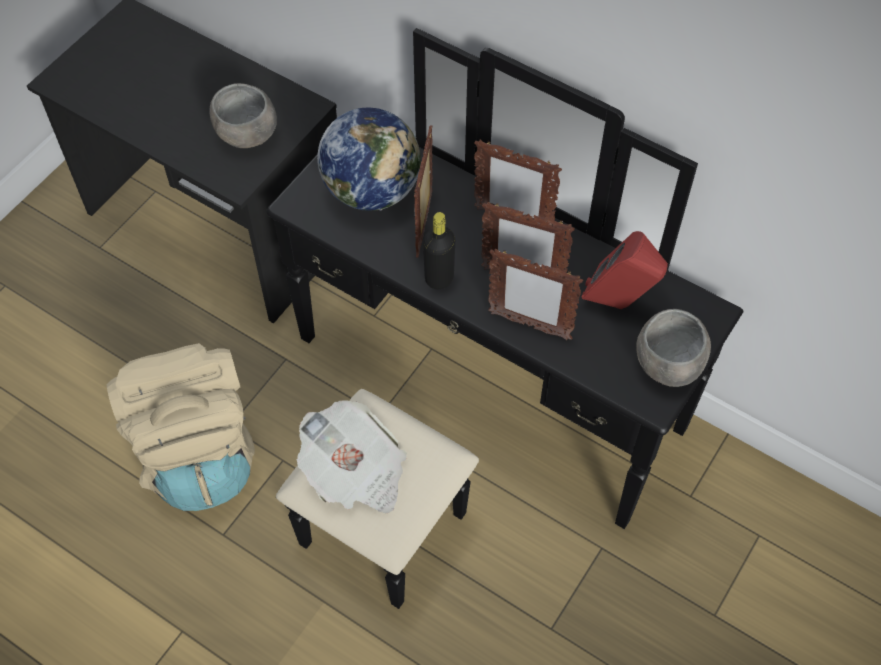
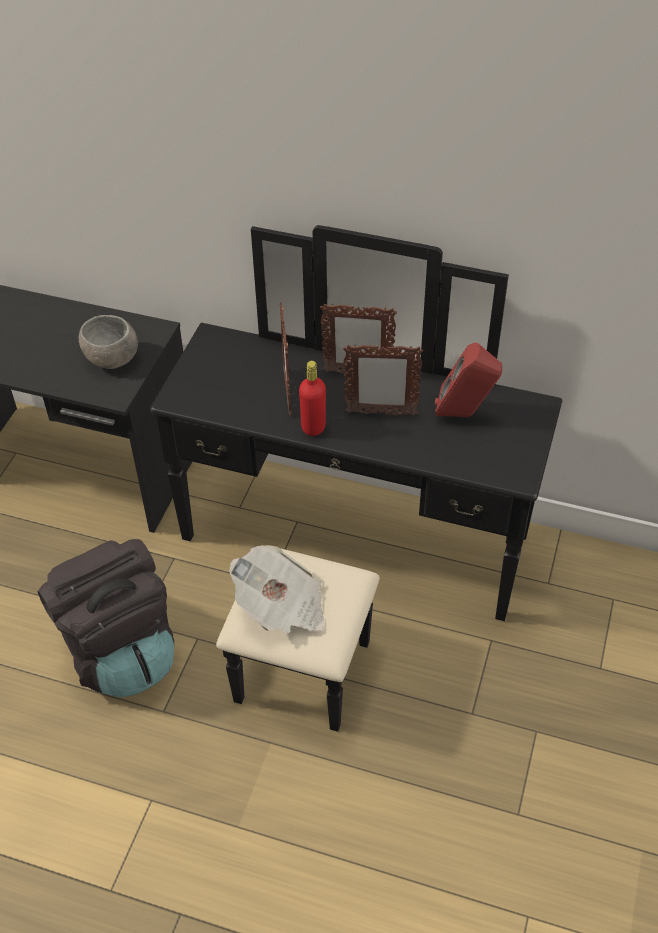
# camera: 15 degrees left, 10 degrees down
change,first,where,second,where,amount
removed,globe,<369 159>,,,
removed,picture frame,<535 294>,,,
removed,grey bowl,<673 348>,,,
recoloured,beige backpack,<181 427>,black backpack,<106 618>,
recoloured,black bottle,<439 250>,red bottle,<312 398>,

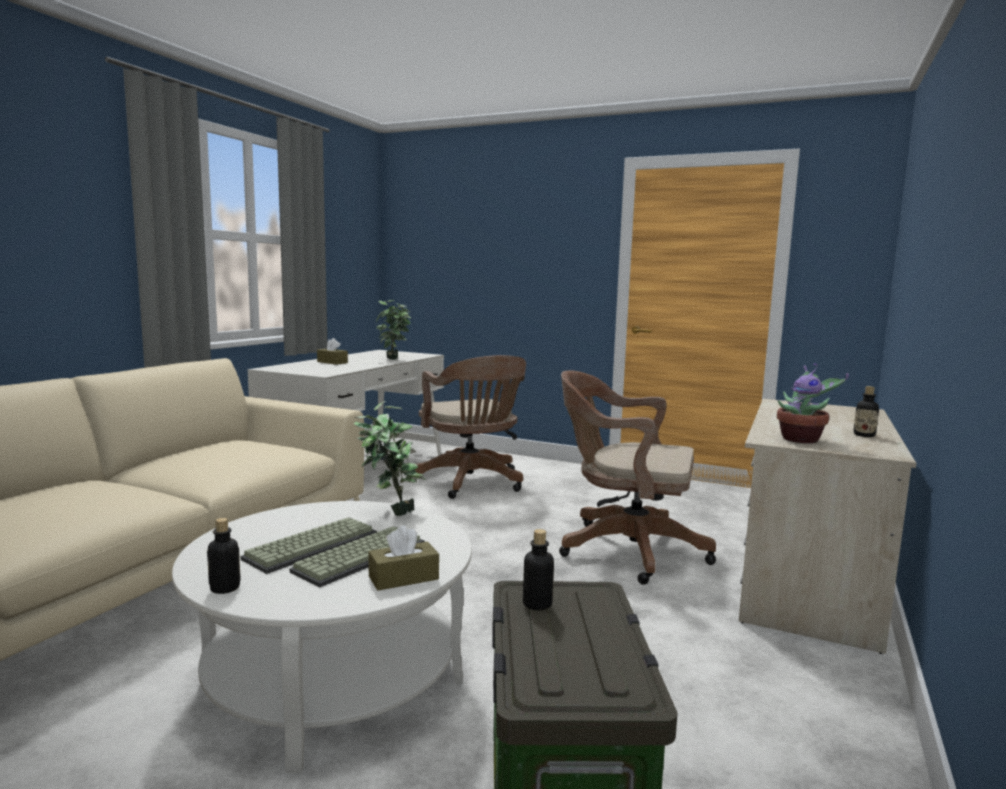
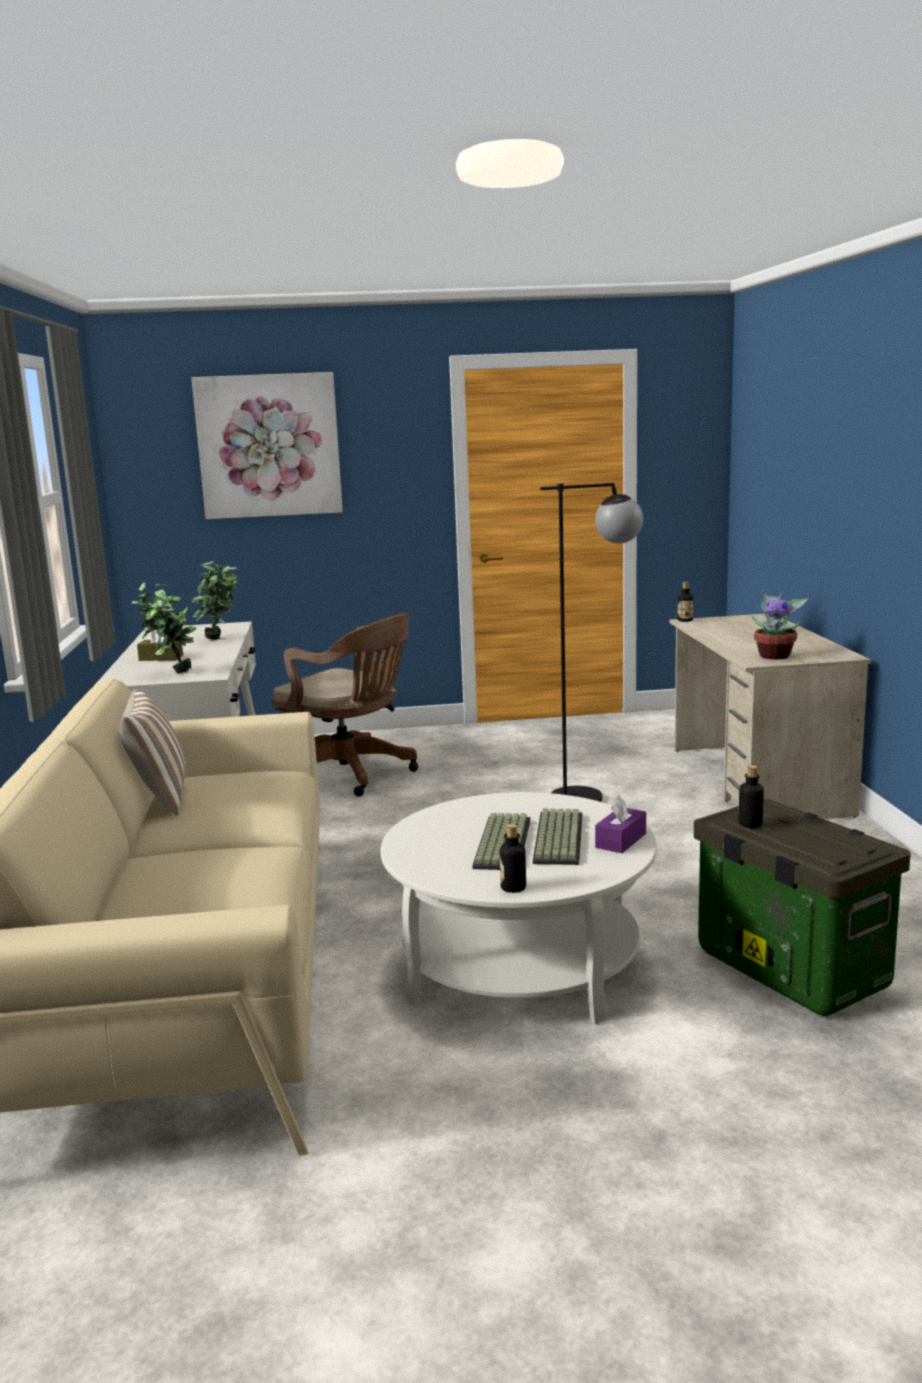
# camera: 30 degrees left, 5 degrees up
change,first,where,second,where,amount
added,,,pillow,<152 752>,
added,,,picture,<267 445>,
moved,potted plant,<389 458>,,<164 628>,
moved,bottle,<866 411>,,<685 602>,
replaced,brown office chair,<637 477>,black floor lamp,<591 642>,
recoloured,brown tissue box,<403 558>,purple tissue box,<620 824>,

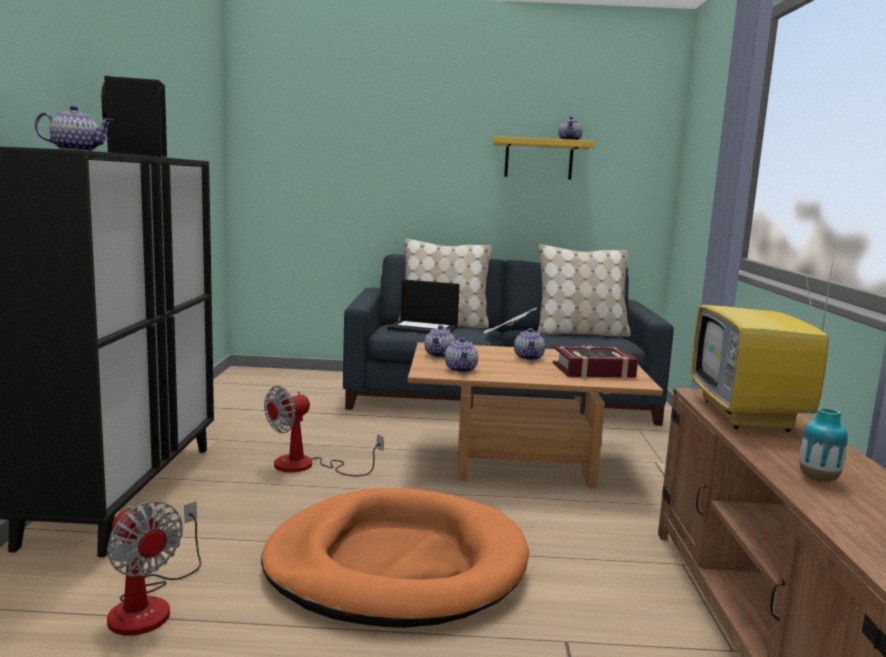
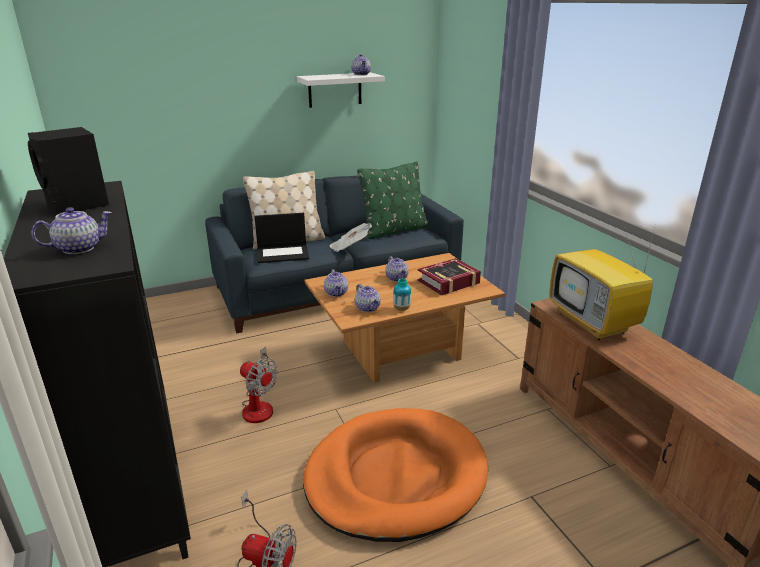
# camera: 25 degrees left, 15 degrees up
change,first,where,second,where,amount
moved,vase,<824 445>,,<402 294>,
recoloured,yellow shelf,<544 158>,white shelf,<341 90>,
recoloured,beige pillow,<584 290>,green pillow,<393 200>,
turned,fan,<324 430>,,<259 385>,75 degrees counterclockwise

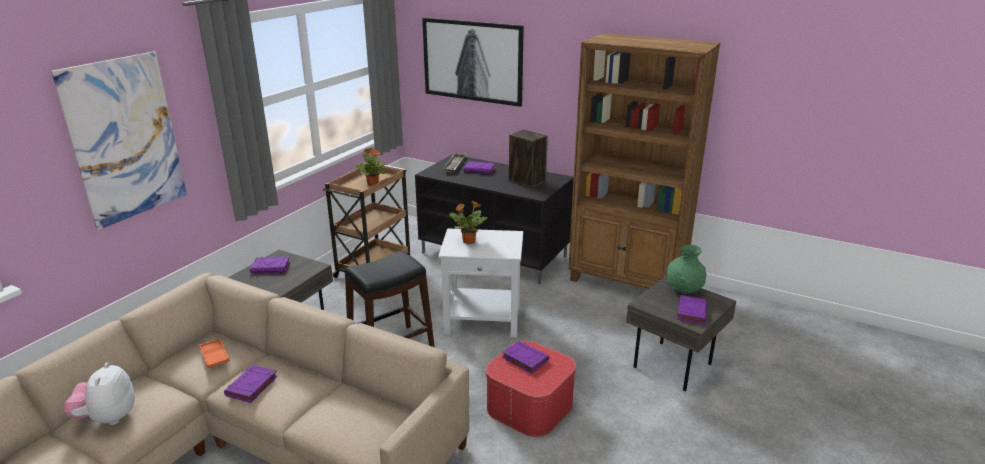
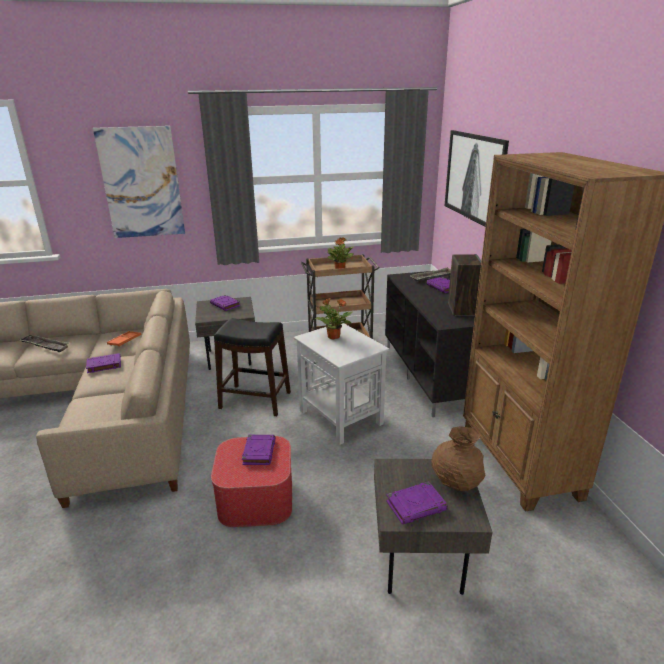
# camera: 50 degrees right, 0 degrees up
change,first,where,second,where,amount
replaced,plush toy,<99 393>,tray,<44 343>,
recoloured,green vase,<687 269>,brown vase,<458 458>,

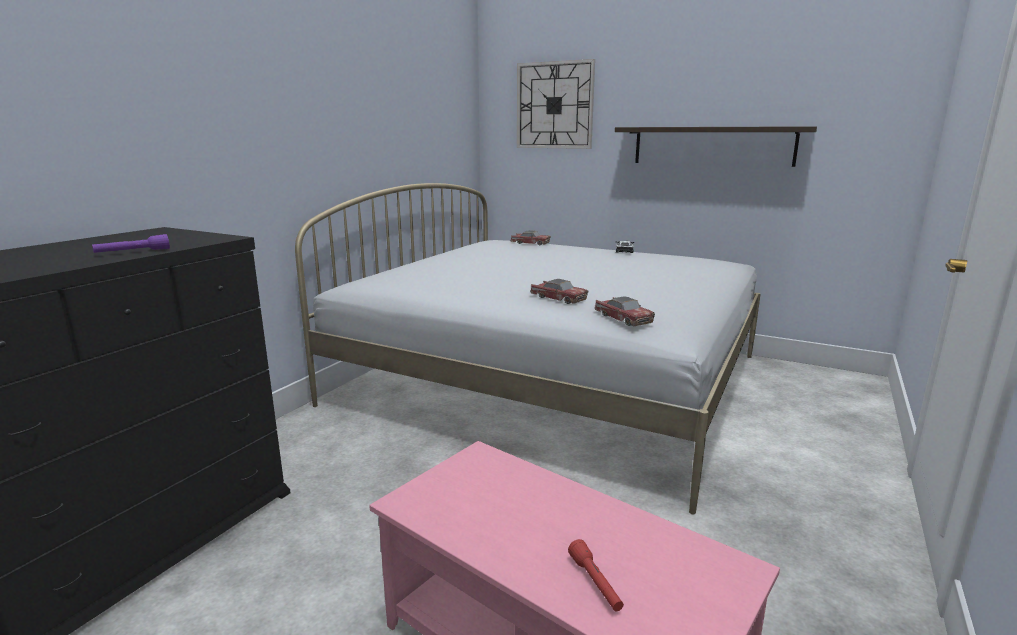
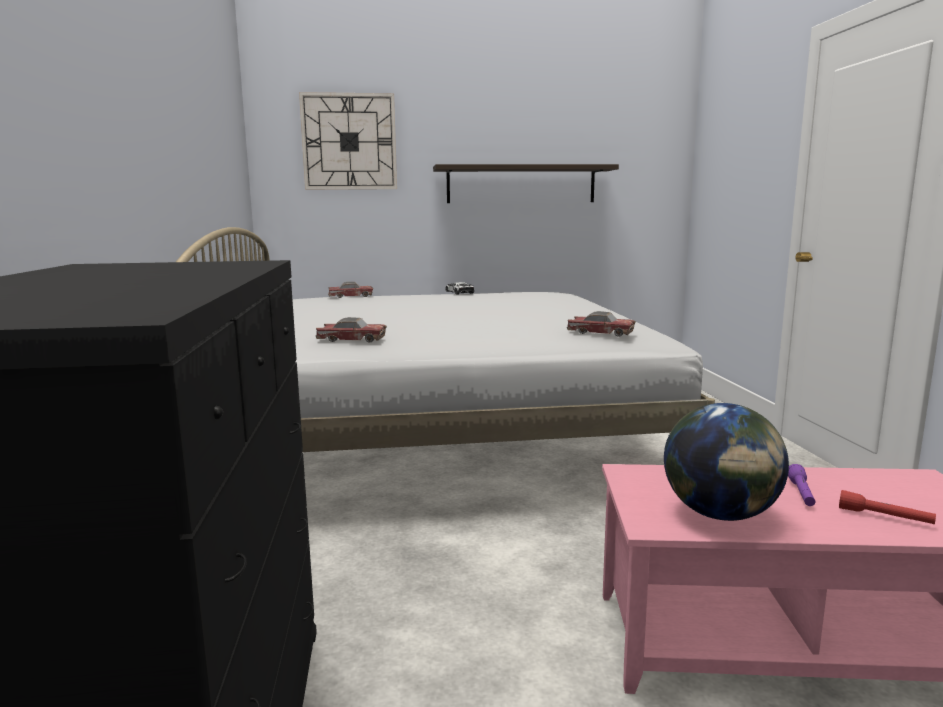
# camera: 35 degrees left, 5 degrees down
change,first,where,second,where,amount
added,,,globe,<726 462>,
moved,purple flashlight,<131 243>,,<801 485>,
moved,toy car,<559 291>,,<351 330>,

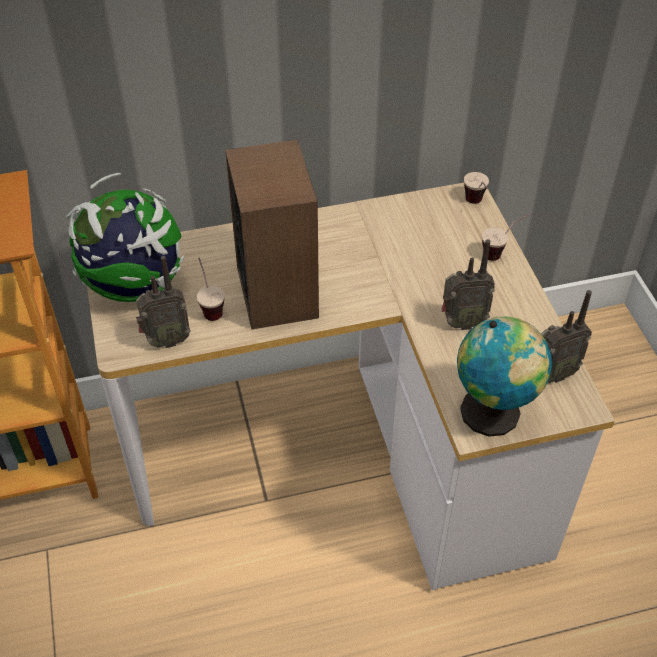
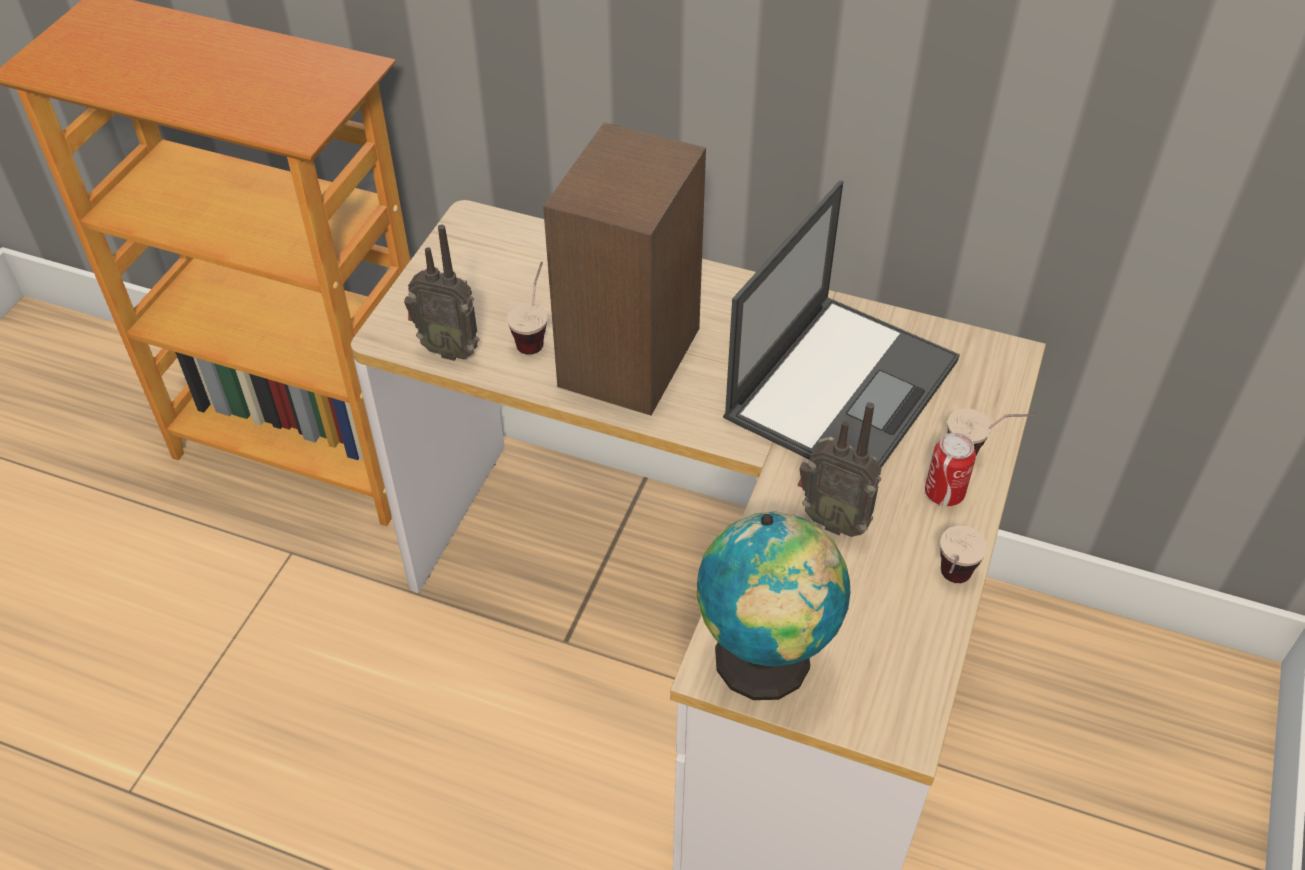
# camera: 35 degrees right, 0 degrees up
change,first,where,second,where,amount
removed,globe,<125 237>,,,
removed,radio,<566 336>,,,
added,,,laptop,<841 324>,
added,,,can,<950 469>,
moved,cup,<476 188>,,<964 554>,

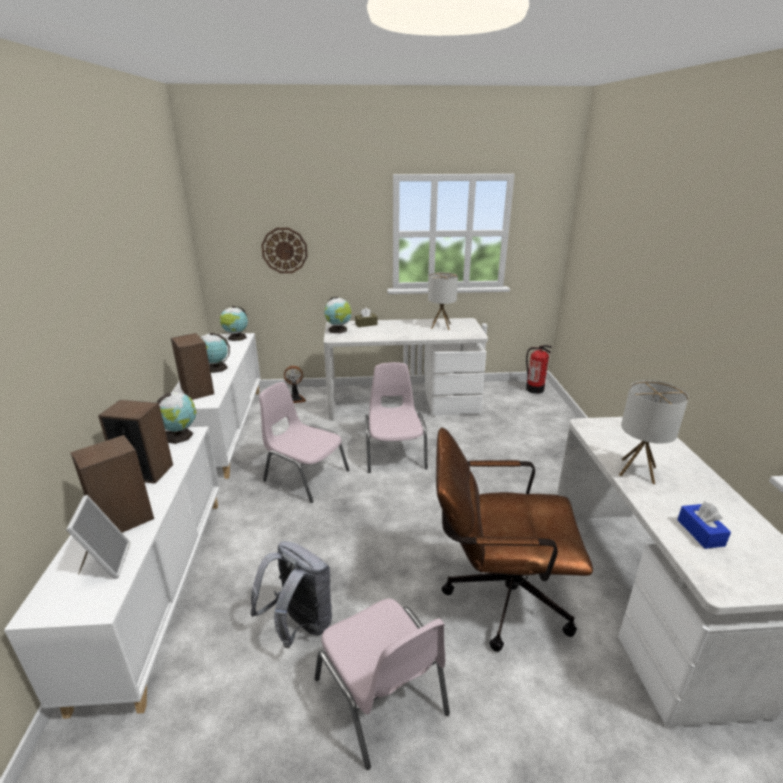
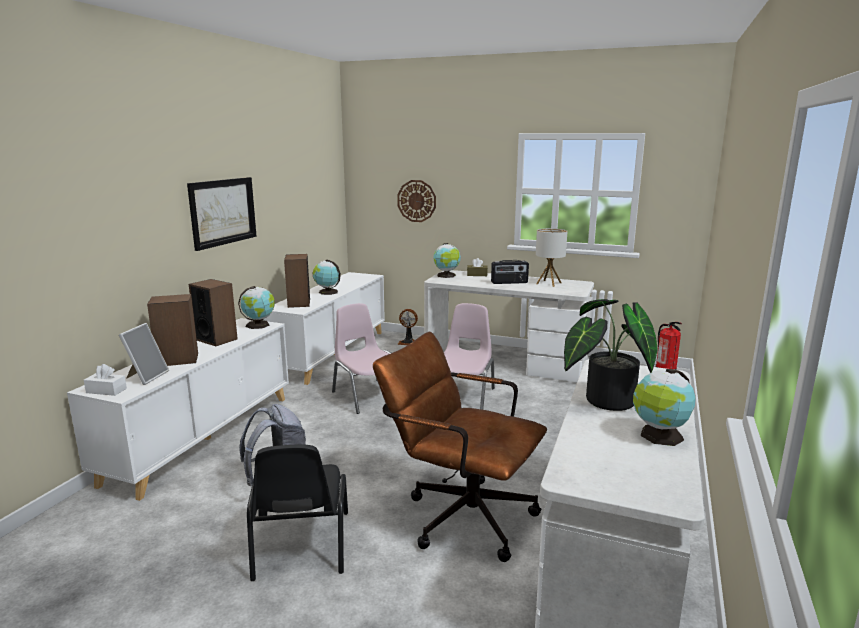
# camera: 25 degrees right, 10 degrees down
change,first,where,second,where,amount
removed,blue tissue box,<704 525>,,,
added,,,white tissue box,<105 380>,
added,,,picture,<222 214>,
added,,,radio,<510 272>,
moved,globe,<234 323>,,<664 407>,
replaced,table lamp,<654 432>,potted plant,<611 355>,
recoloured,pink chair,<382 684>,black chair,<297 513>,

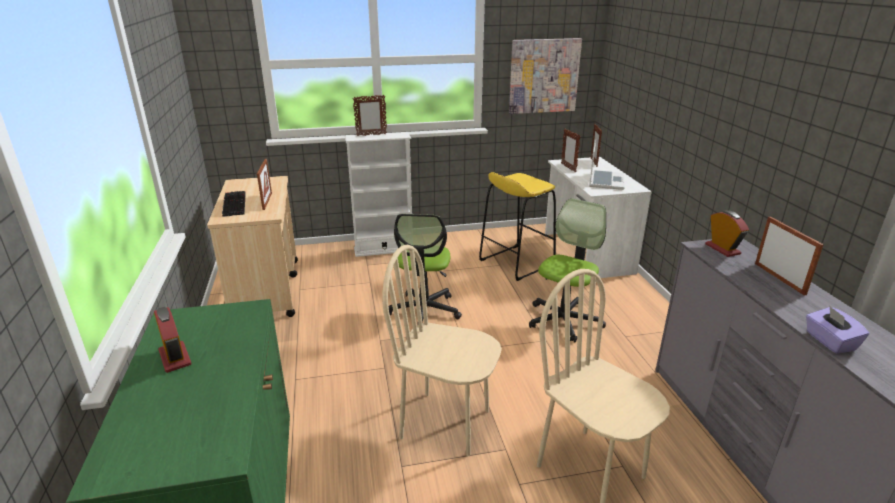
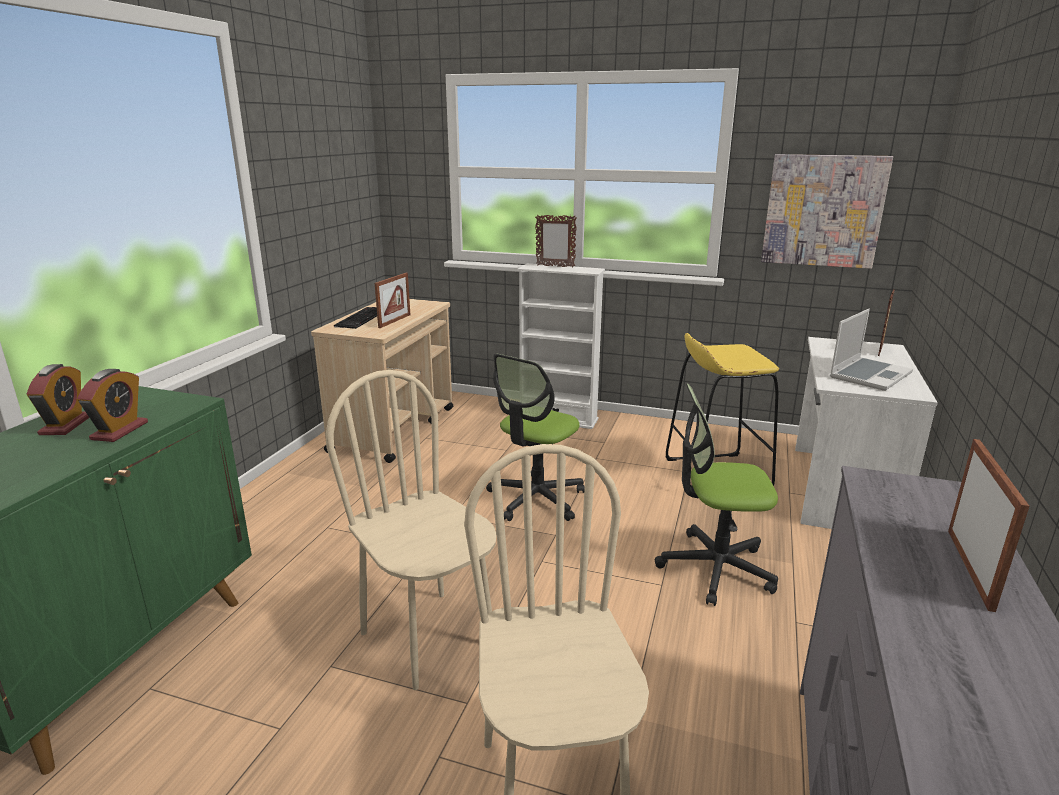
# camera: 30 degrees right, 5 degrees down
change,first,where,second,where,amount
removed,picture frame,<570 150>,,,
removed,purple tissue box,<837 329>,,,
moved,alarm clock,<727 233>,,<112 405>,
turned,office chair,<567 270>,,<716 494>,150 degrees counterclockwise

